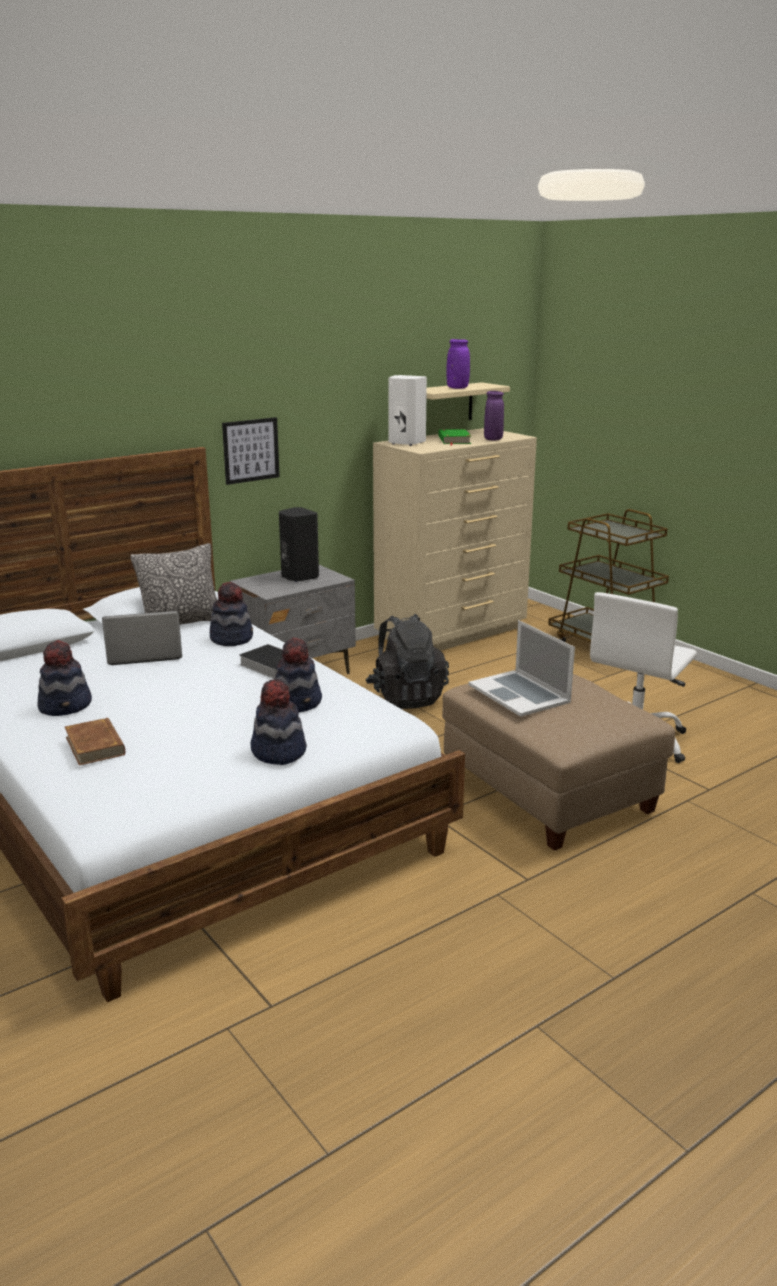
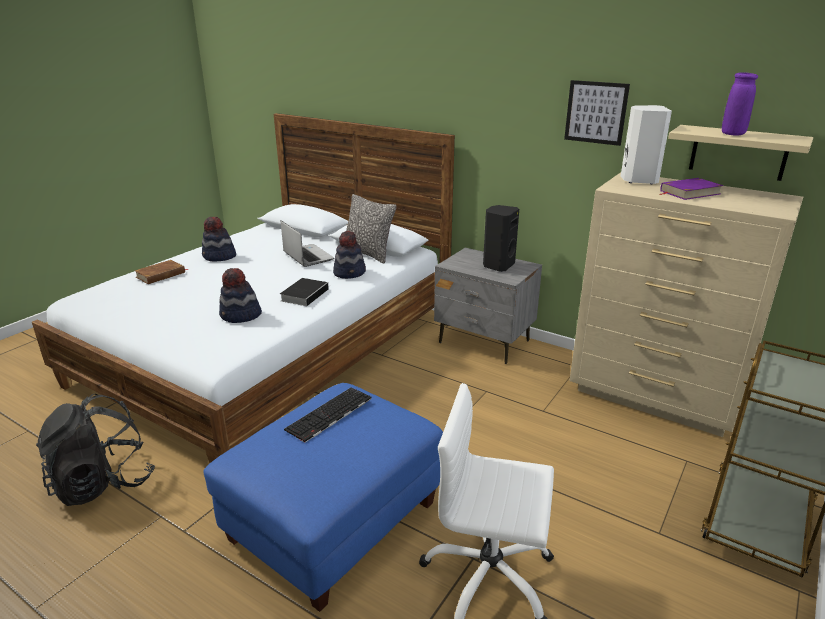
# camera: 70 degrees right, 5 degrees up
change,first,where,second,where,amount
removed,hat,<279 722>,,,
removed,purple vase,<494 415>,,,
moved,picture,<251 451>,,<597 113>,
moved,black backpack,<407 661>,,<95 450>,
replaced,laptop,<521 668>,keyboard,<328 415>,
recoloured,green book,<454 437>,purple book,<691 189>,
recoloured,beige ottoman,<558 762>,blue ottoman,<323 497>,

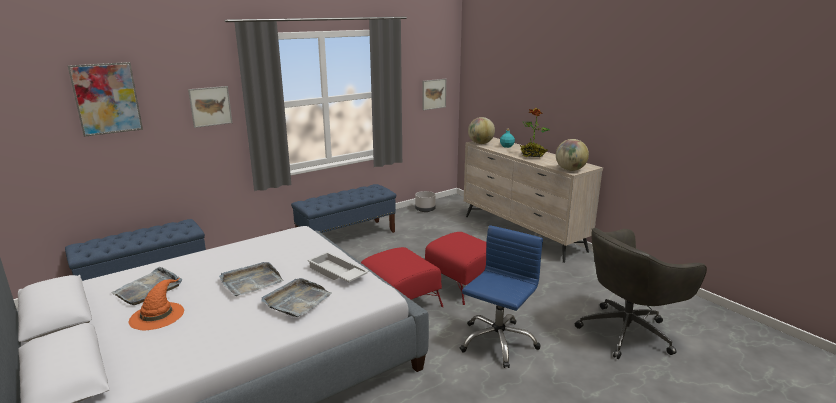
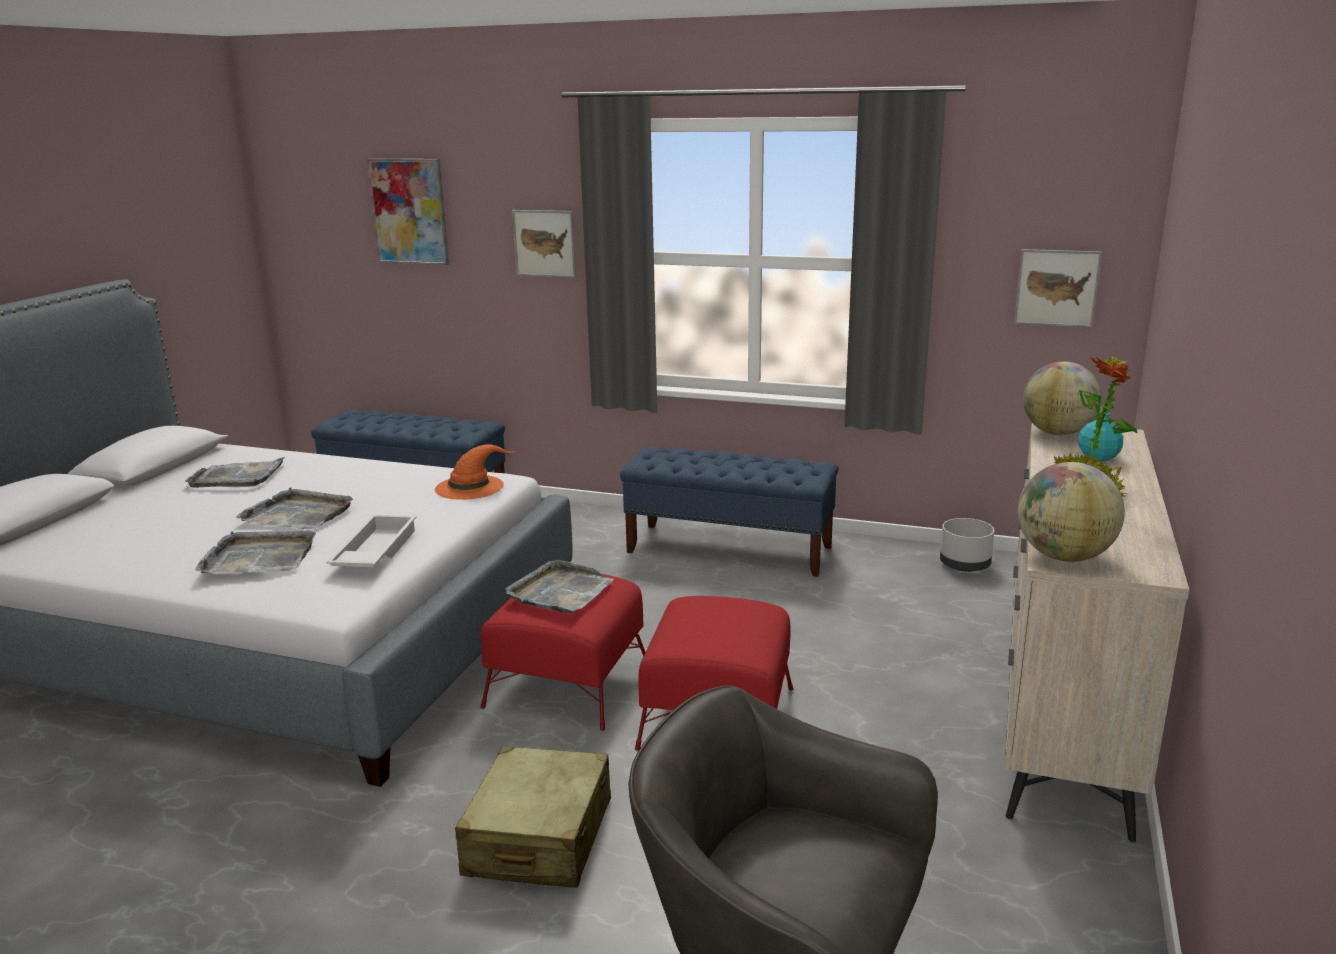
# camera: 55 degrees right, 0 degrees up
change,first,where,second,where,amount
added,,,grey tray,<559 586>,
moved,orange hat,<156 304>,,<475 472>,
replaced,blue office chair,<501 296>,beige suitcase,<533 817>,

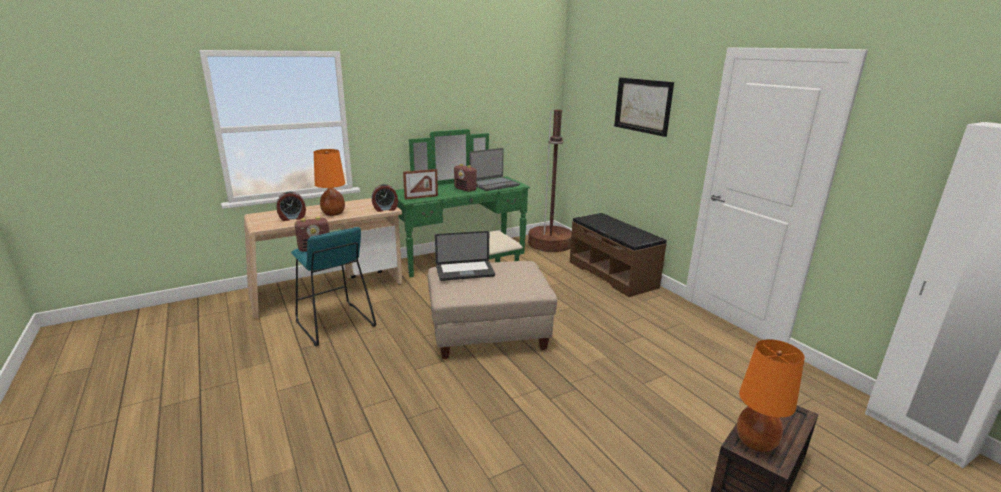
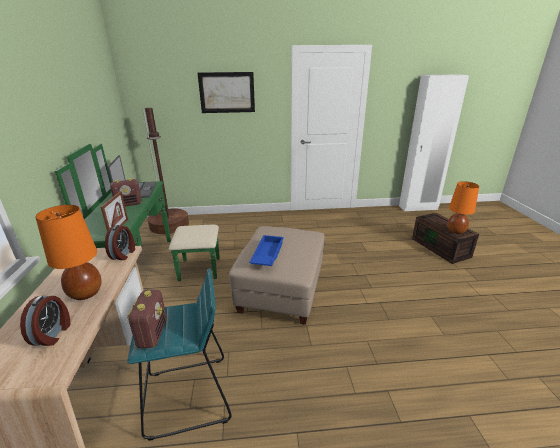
# camera: 65 degrees left, 5 degrees up
change,first,where,second,where,amount
removed,brown bench,<618 255>,,,
replaced,laptop,<465 256>,blue tray,<266 250>,

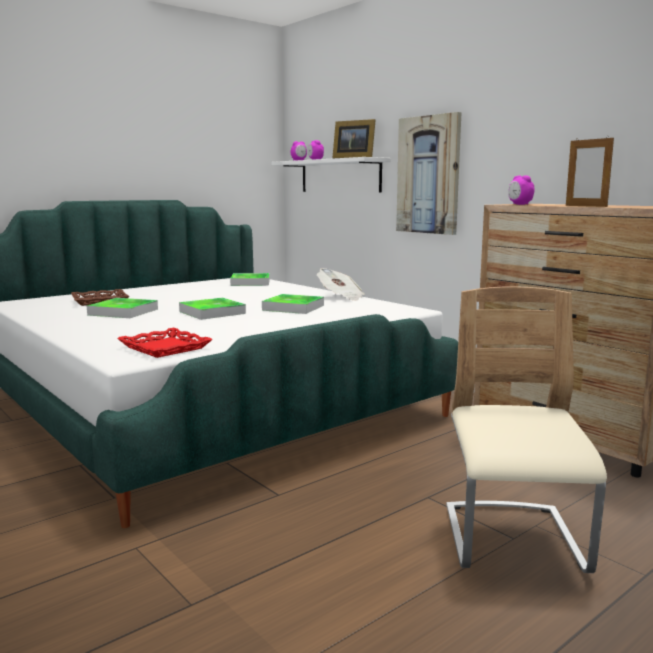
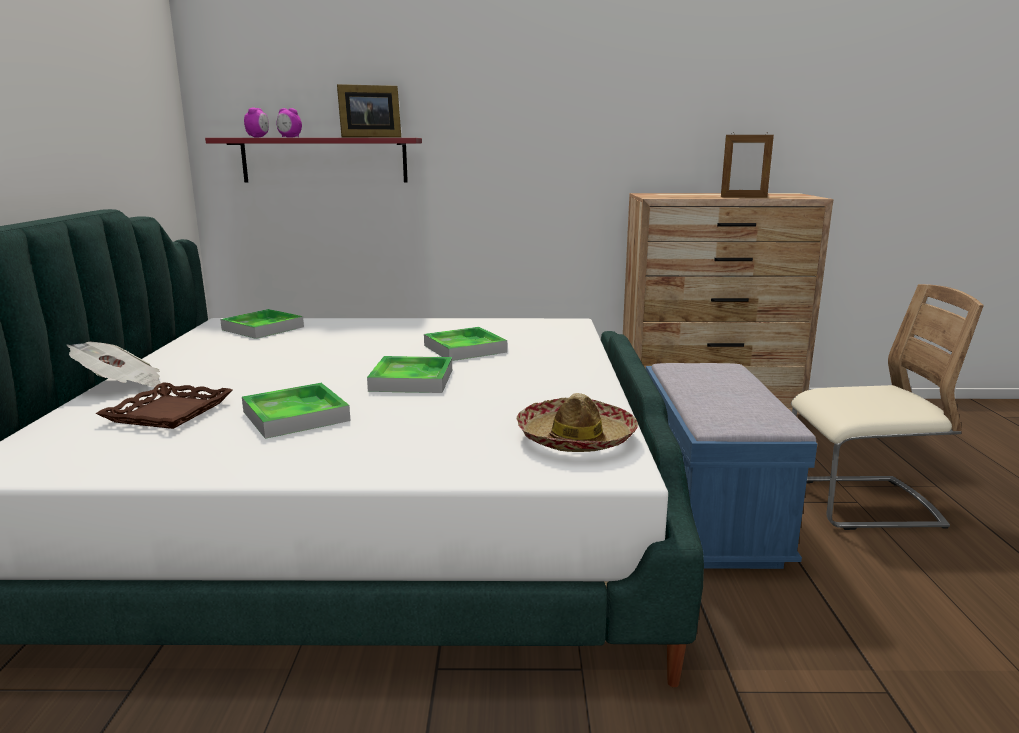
# camera: 50 degrees left, 5 degrees up
change,first,where,second,where,amount
removed,picture,<429 173>,,,
removed,alarm clock,<521 190>,,,
added,,,blue bench,<731 466>,
moved,newspaper,<341 284>,,<113 364>,
replaced,red tray,<165 343>,hat,<577 422>,
recoloured,white shelf,<331 174>,red shelf,<313 160>,
turned,beige chair,<526 429>,,<887 407>,135 degrees clockwise

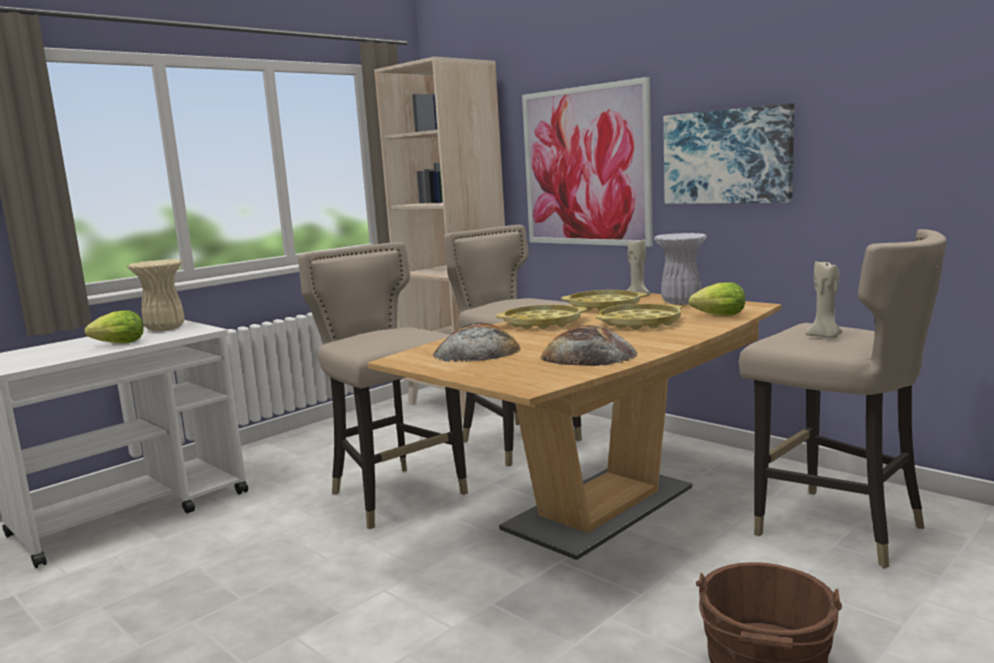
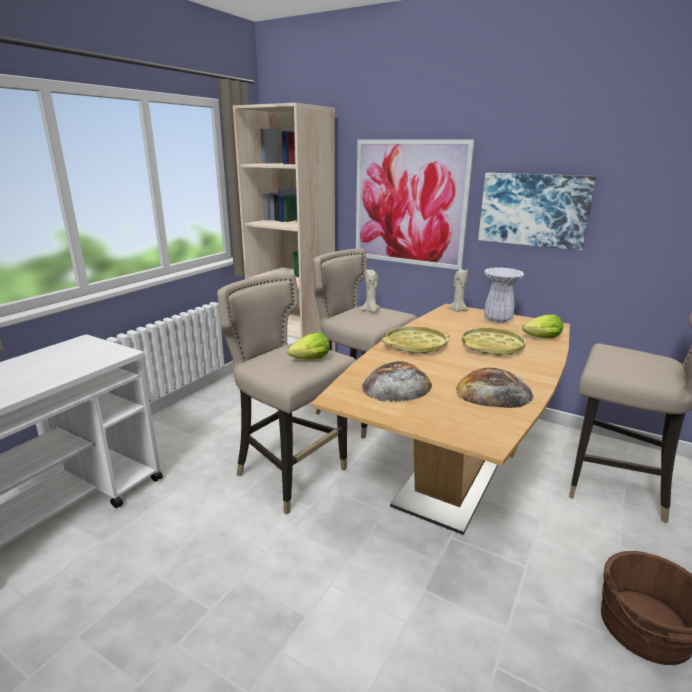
# camera: 15 degrees left, 10 degrees up
change,first,where,second,where,amount
removed,beige vase,<156 295>,,,
removed,yellow tray,<604 300>,,,
moved,lettuce,<114 326>,,<308 346>,
moved,beige candle,<824 299>,,<370 291>,

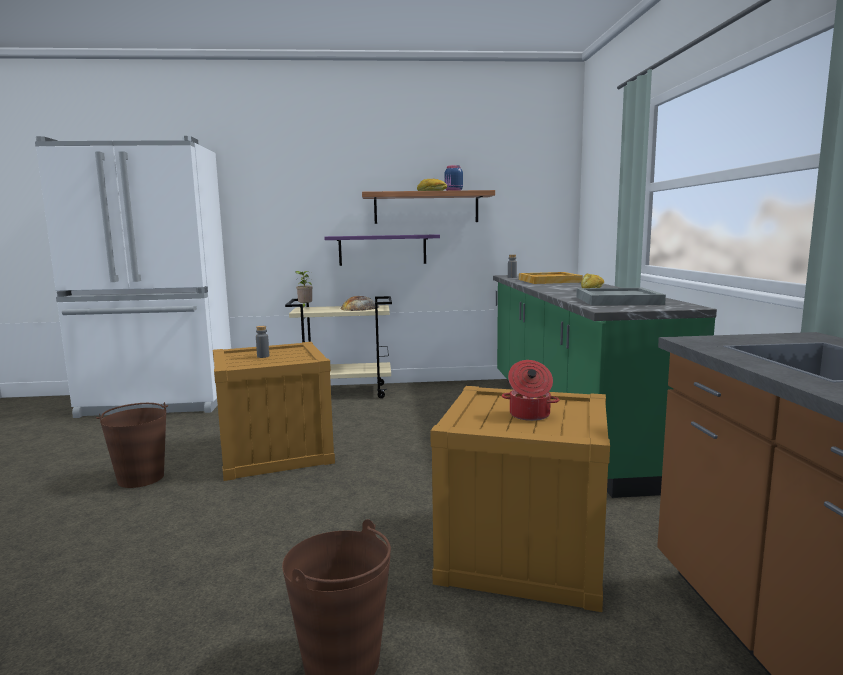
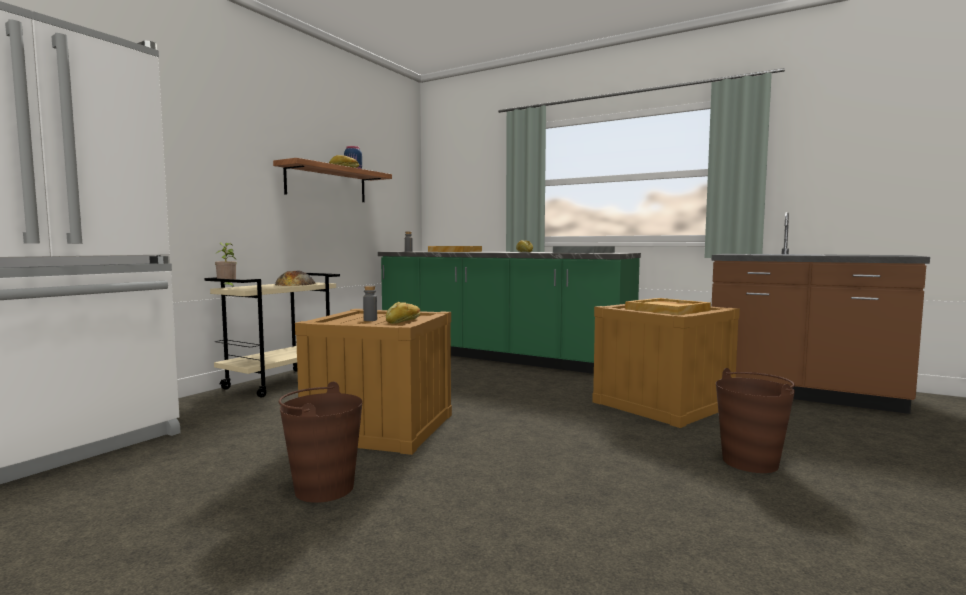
# camera: 55 degrees left, 5 degrees down
change,first,where,second,where,amount
removed,purple shelf,<382 250>,,,
added,,,bread,<403 313>,
replaced,cooking pot,<530 390>,beige tray,<668 306>,

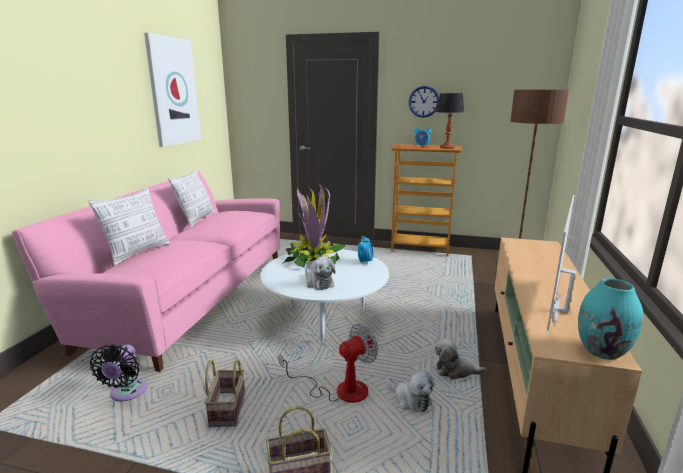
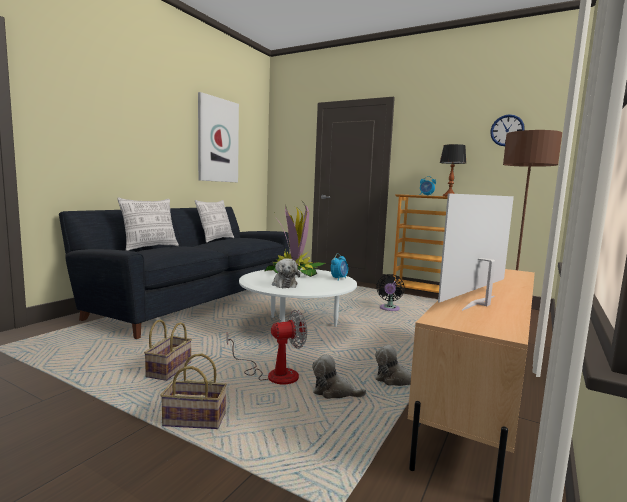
# camera: 15 degrees right, 10 degrees down
change,first,where,second,where,amount
removed,turquoise vase,<610 319>,,,
moved,black fan,<118 372>,,<391 292>,
moved,wall clock,<424 102>,,<507 130>,
recoloured,pink sofa,<145 272>,black sofa,<174 273>,
turned,plush toy,<410 391>,,<339 376>,135 degrees clockwise

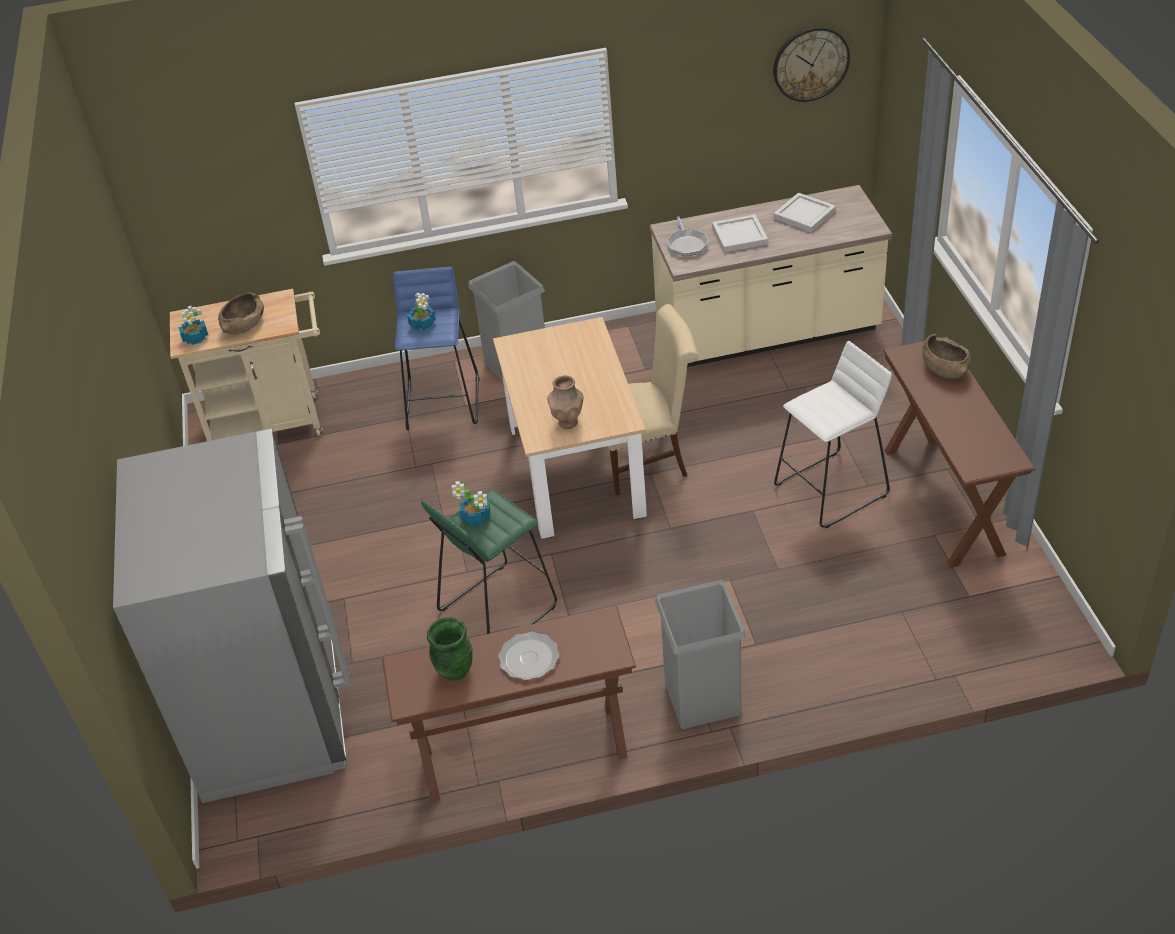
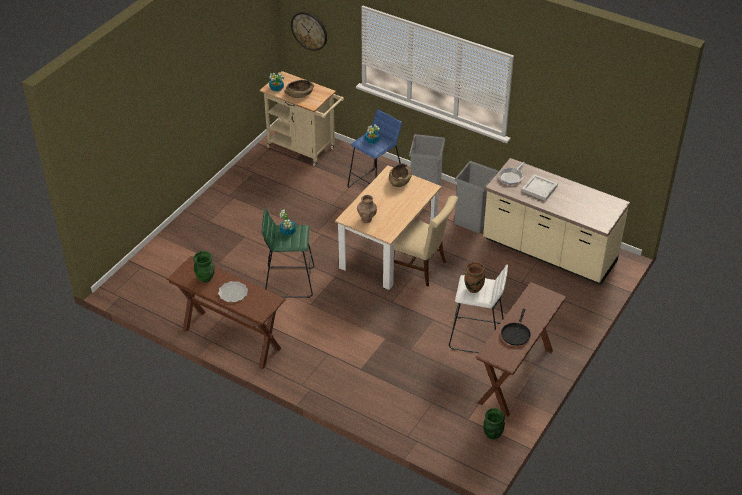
# camera: 40 degrees right, 0 degrees up
change,first,where,second,where,amount
removed,grey fridge,<232 615>,,,
removed,white tray,<805 212>,,,
added,,,brown vase,<474 277>,
added,,,green vase,<494 424>,
added,,,black frying pan,<516 327>,
moved,grey trash can,<700 654>,,<476 197>,
moved,wall clock,<811 64>,,<309 31>,
moved,brown bowl,<946 356>,,<400 175>,

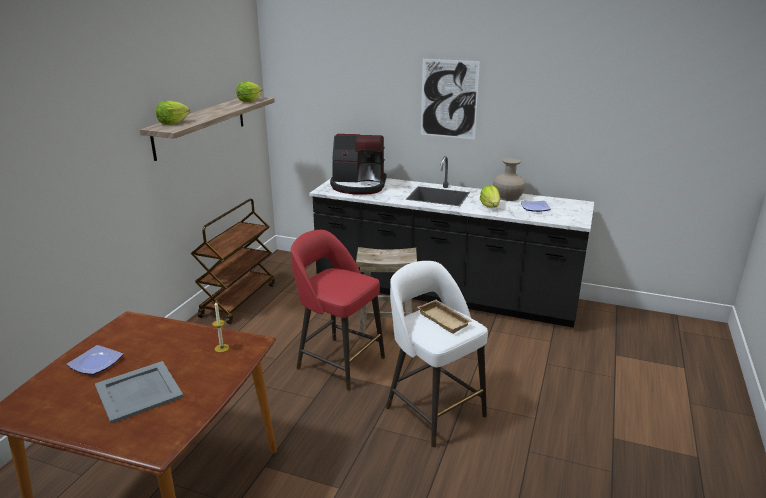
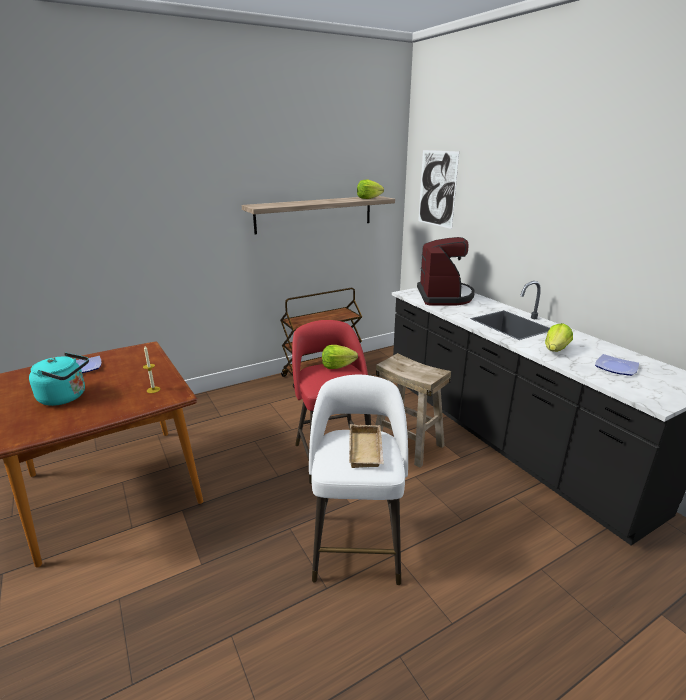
# camera: 40 degrees right, 0 degrees up
change,first,where,second,where,amount
removed,beige vase,<509 179>,,,
moved,lettuce,<173 113>,,<340 357>,
moved,picture,<450 99>,,<438 189>,
replaced,grey tray,<139 392>,turquoise kettle,<59 379>,
turned,coffee machine,<358 164>,,<446 271>,135 degrees counterclockwise

